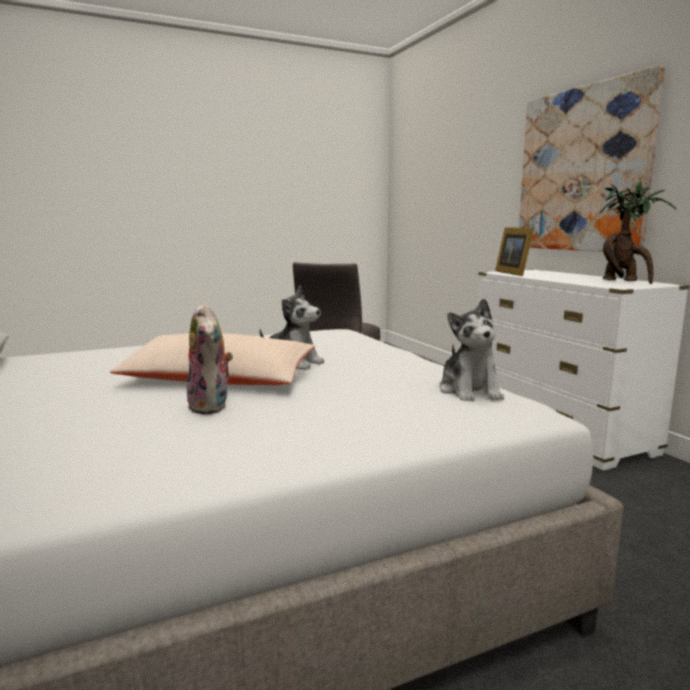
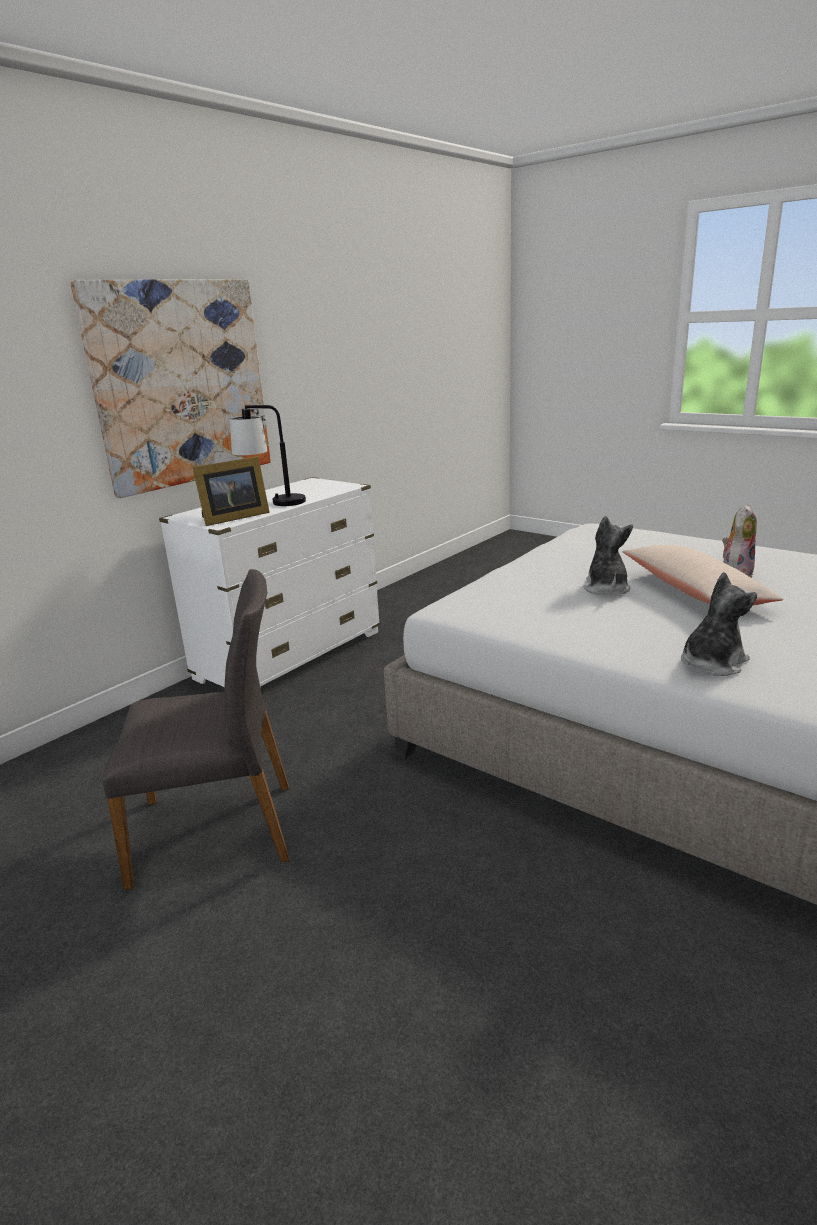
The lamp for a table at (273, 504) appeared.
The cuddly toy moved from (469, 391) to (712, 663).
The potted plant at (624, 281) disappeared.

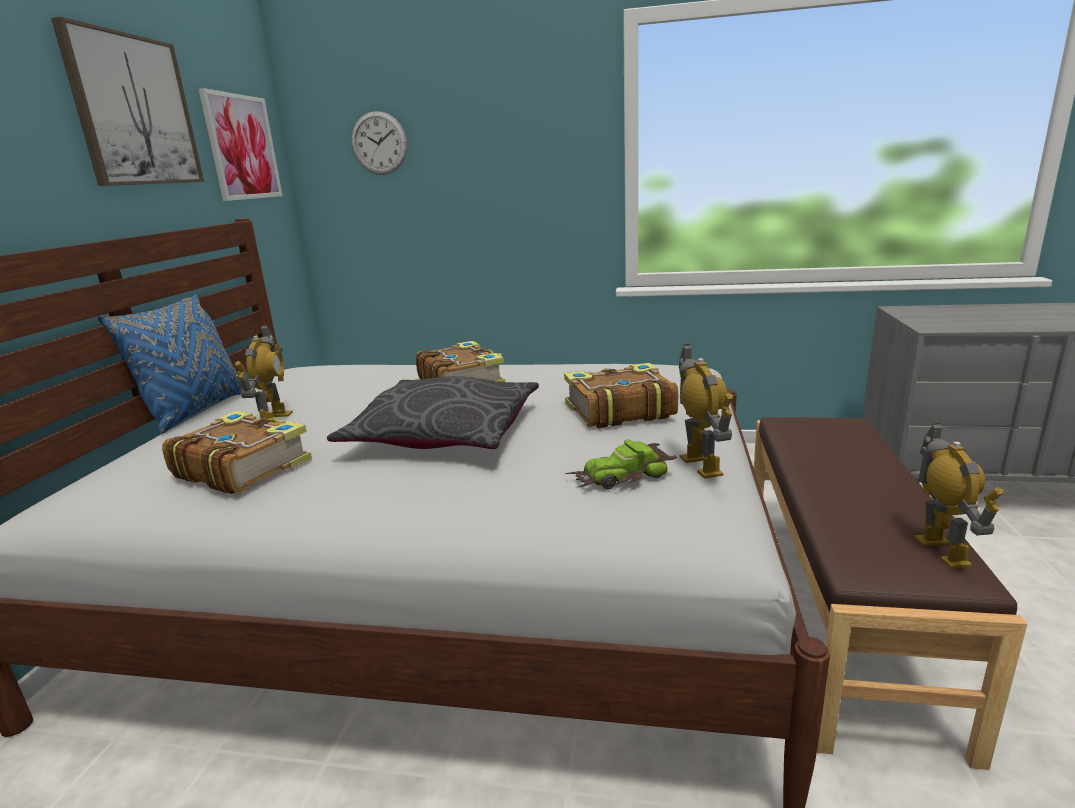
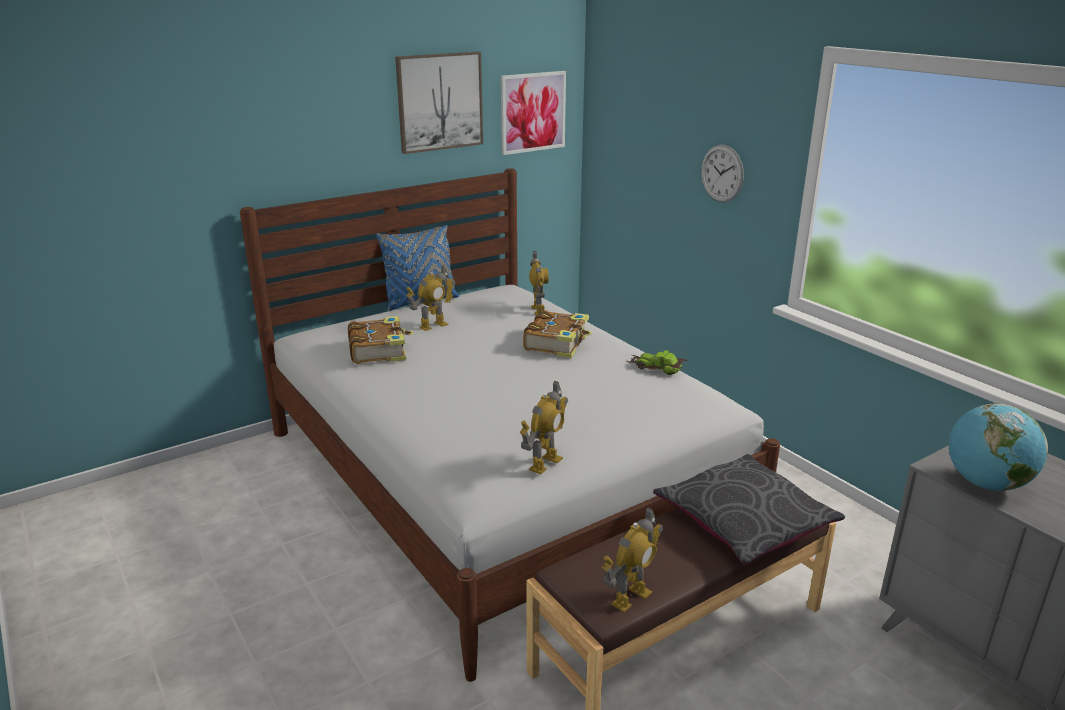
The toy robot at (538, 310) appeared.
The model car moved from (622, 476) to (656, 367).
The cushion in grey moved from (444, 433) to (744, 521).
The wall clock moved from (379, 143) to (722, 173).
The globe at (985, 484) appeared.
The volume at (618, 410) disappeared.

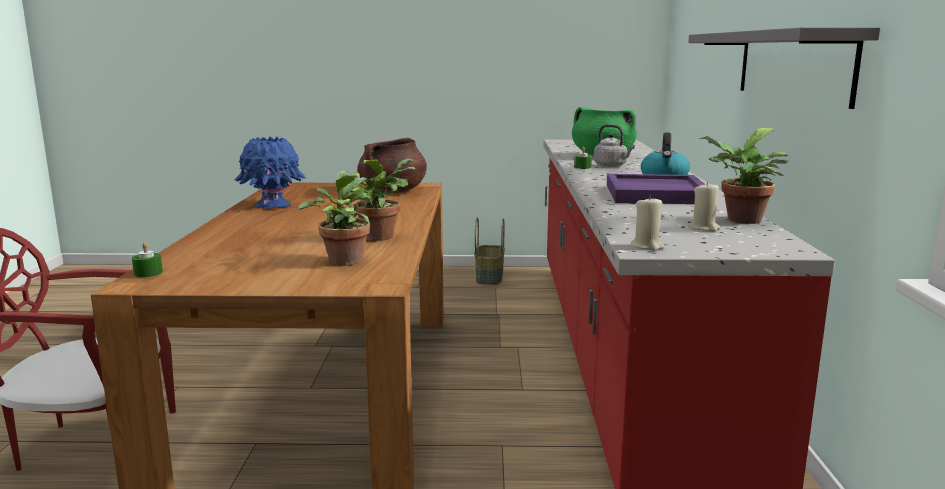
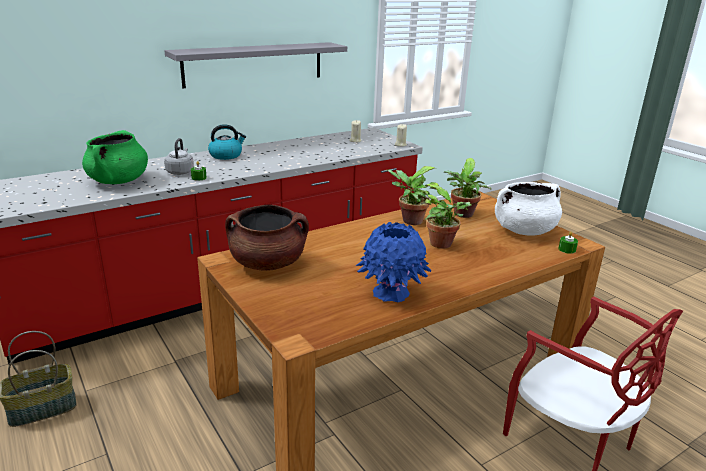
The potted plant moved from (740, 220) to (443, 244).
The cooking pot in white at (524, 231) appeared.
The tray in purple at (657, 194) disappeared.

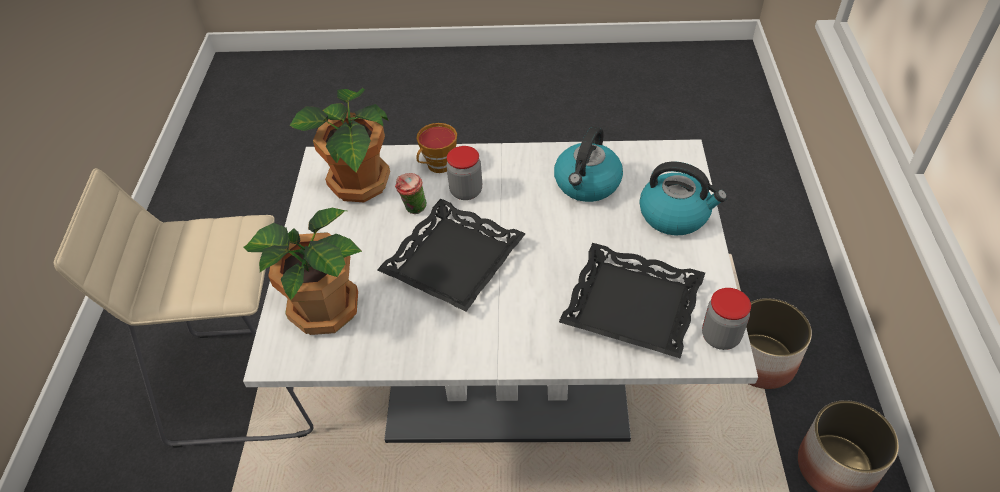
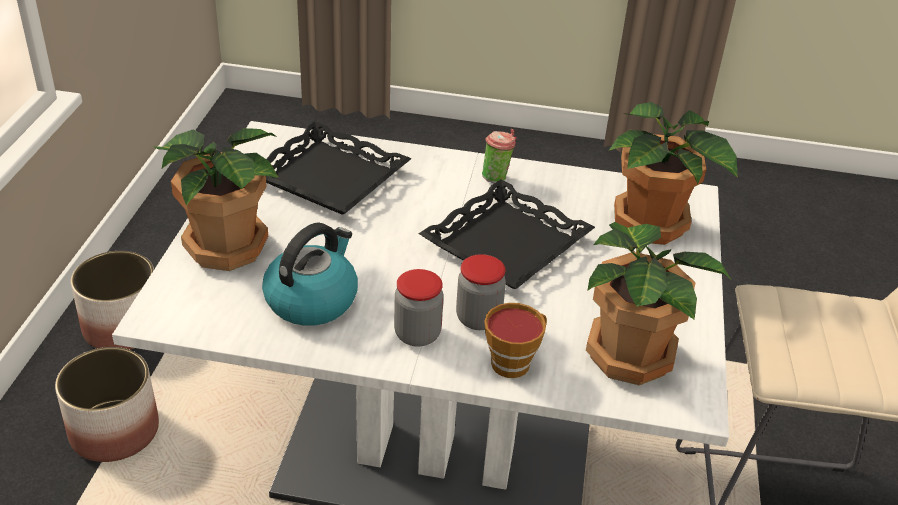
The water kettle at (675, 215) was replaced by the potted plant at (225, 246).
The preserve jar moved from (720, 337) to (417, 334).
The drinking cup moved from (413, 210) to (496, 177).

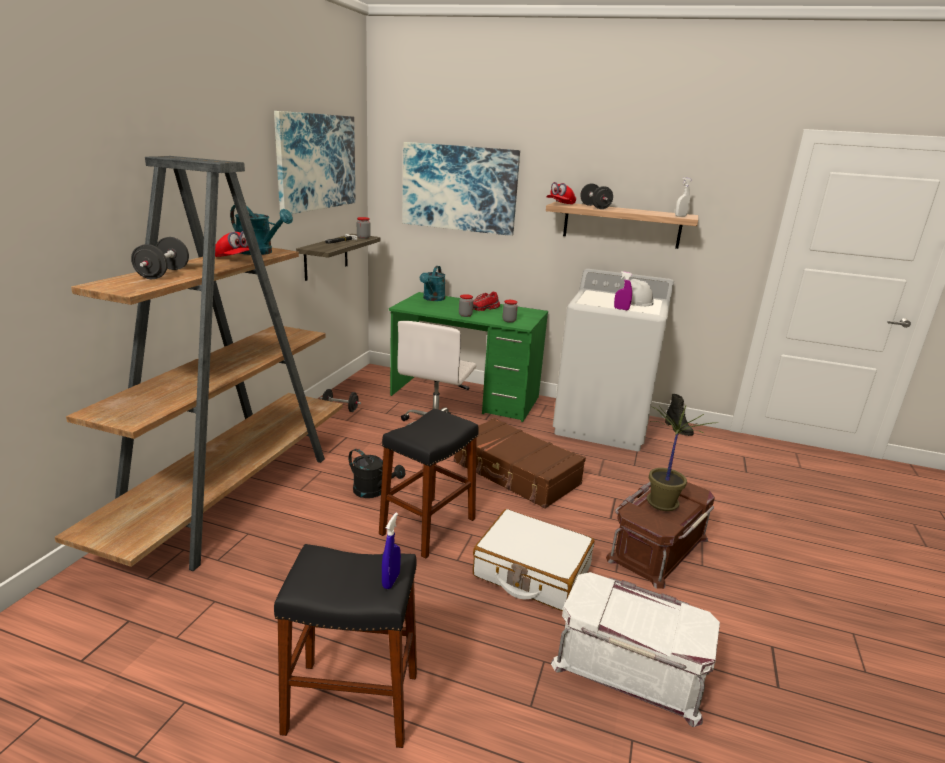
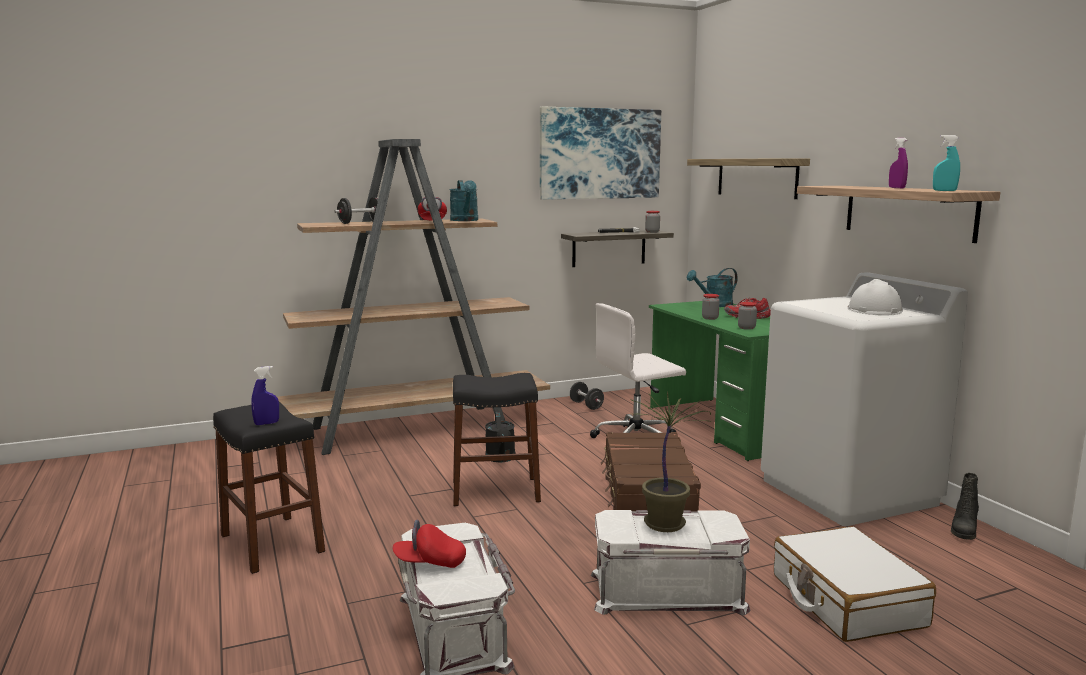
The cap in red-coloured moved from (560, 204) to (430, 562).
The storage container in brown-coloured at (657, 547) became the storage container in white at (667, 590).
The wall art at (459, 188) was replaced by the bracket shelf at (756, 177).
The suitcase in white moved from (531, 572) to (846, 601).
The hand sprayer in purple moved from (621, 309) to (896, 188).
The hand sprayer in white at (680, 216) became the hand sprayer in turquoise-coloured at (944, 190).
The dumbbell in blackish at (595, 207) disappeared.

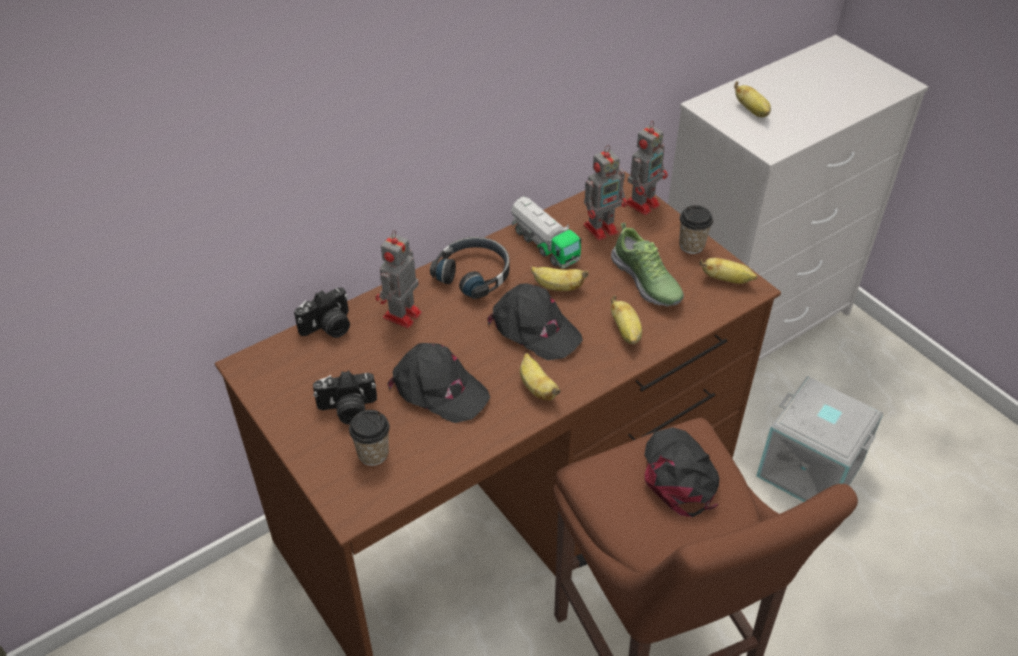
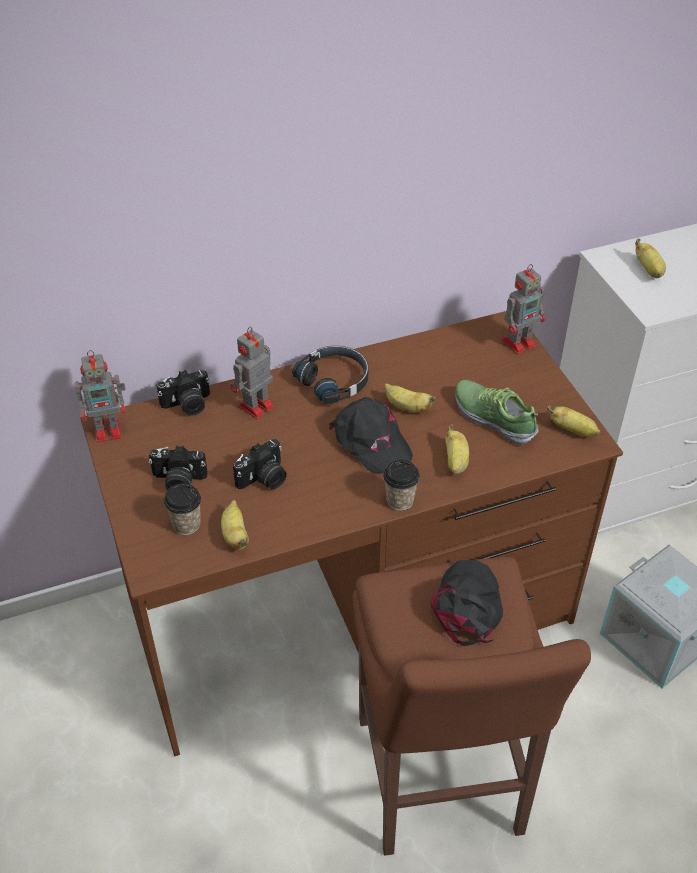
The toy robot moved from (602, 228) to (110, 429).
The banana moved from (536, 388) to (235, 535).
The cap in blackish at (438, 389) was replaced by the still camera at (264, 479).
The drinking cup moved from (691, 246) to (400, 500).
The shoe at (646, 281) turned 150 degrees clockwise.
The toy truck at (544, 244) disappeared.

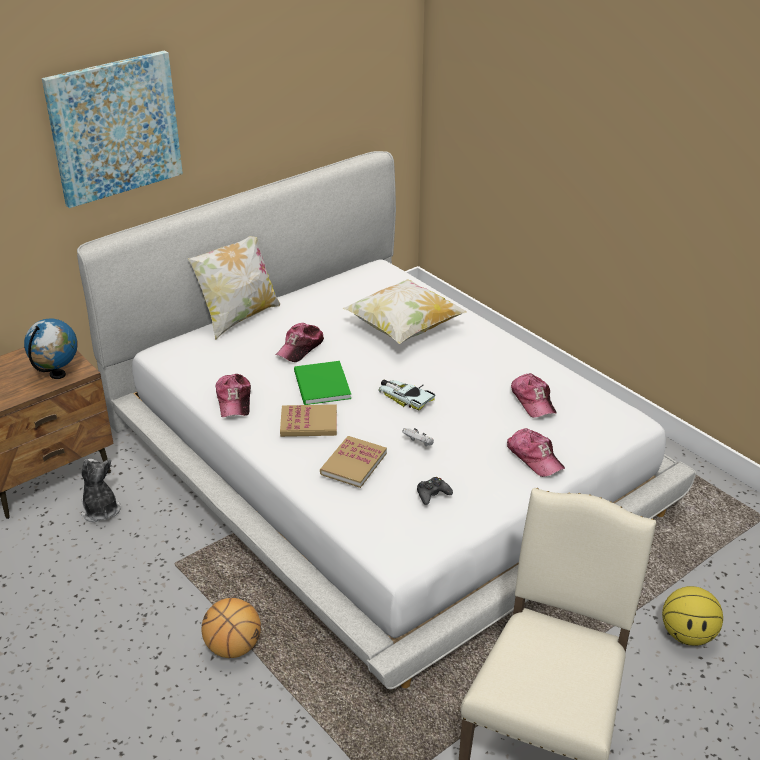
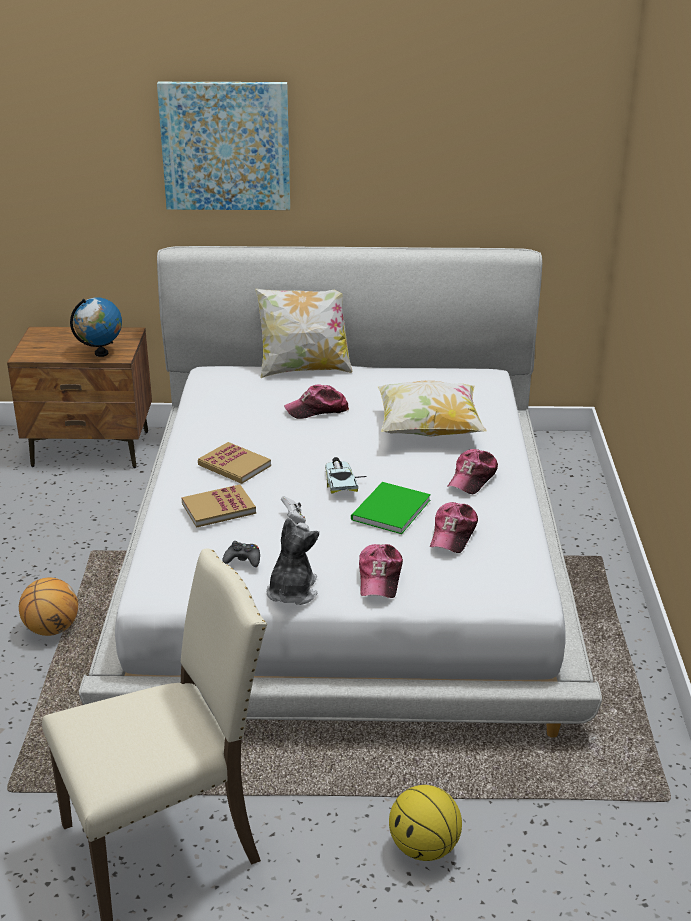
The cuddly toy moved from (100, 510) to (292, 591).
The volume in green-coloured moved from (321, 386) to (388, 510).
The cap moved from (234, 401) to (472, 478).

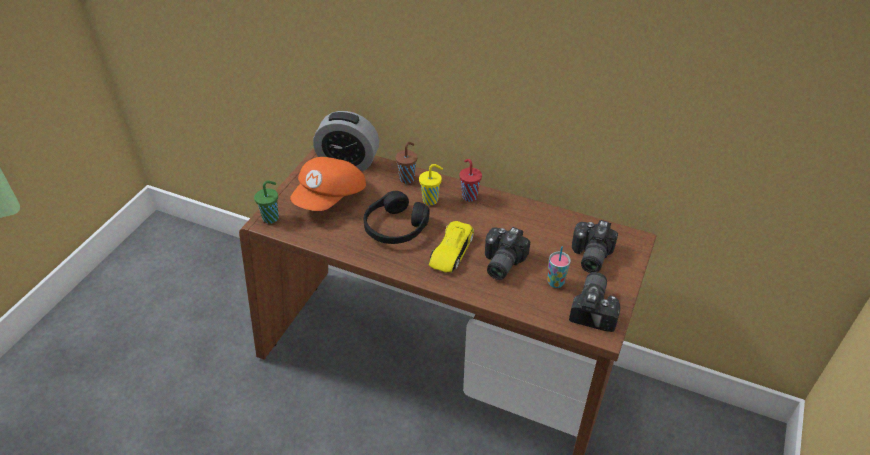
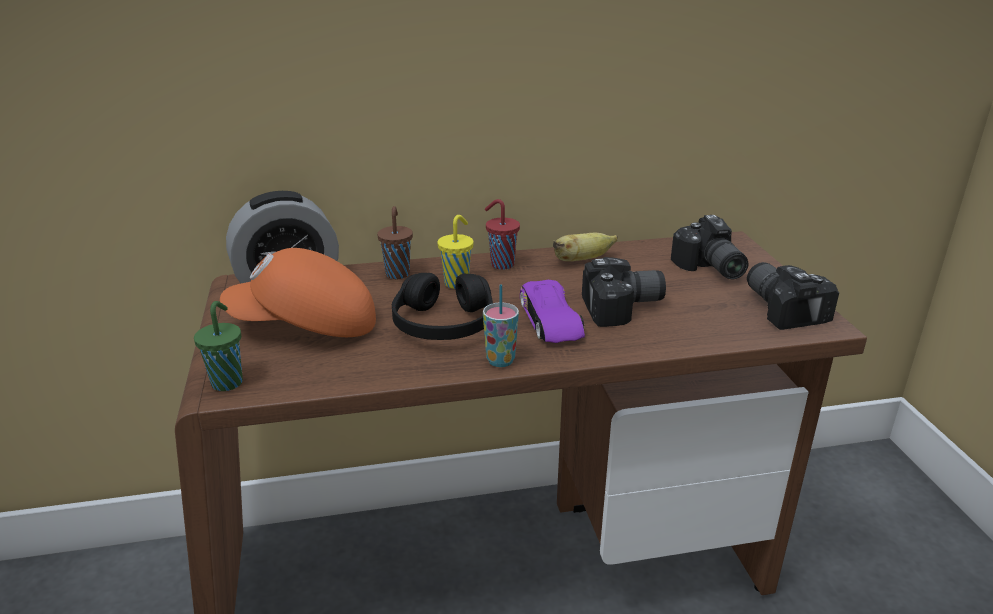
The cap in orangey at (330, 198) turned 90 degrees clockwise.
The drinking cup moved from (555, 282) to (500, 361).
The model car in yellowish at (451, 251) became the model car in purple at (551, 320).
The banana at (582, 260) appeared.
The still camera at (500, 262) turned 90 degrees counterclockwise.

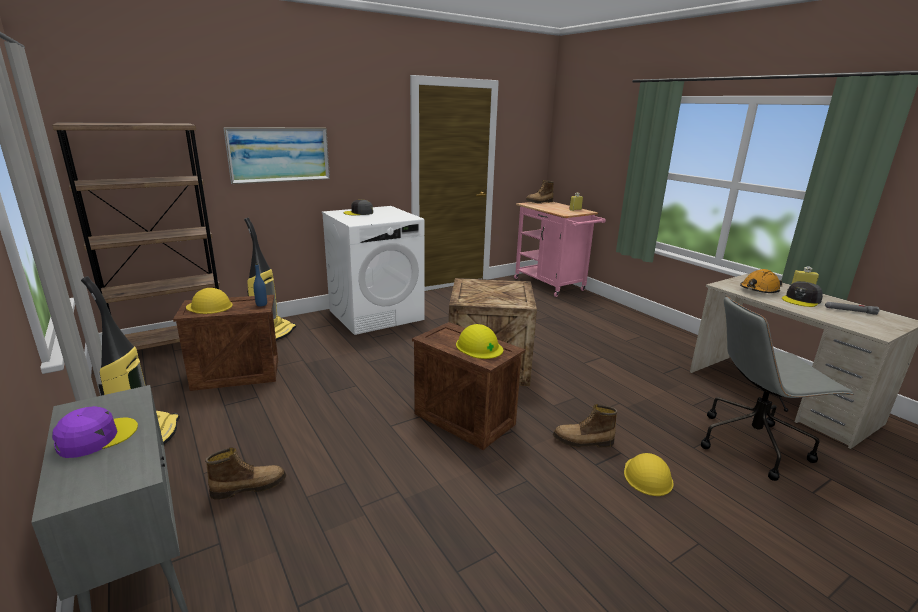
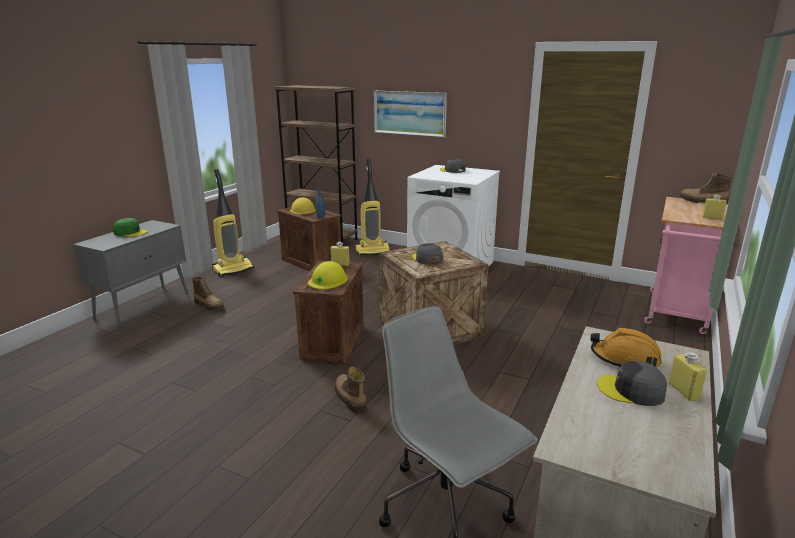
The cap in purple at (96, 437) became the cap in green-coloured at (130, 232).
The drink bottle in yellowish at (340, 264) appeared.
The cap in grey at (427, 258) appeared.
The work helmet in yellowish at (647, 476) disappeared.
The flashlight in grey at (850, 311) disappeared.

